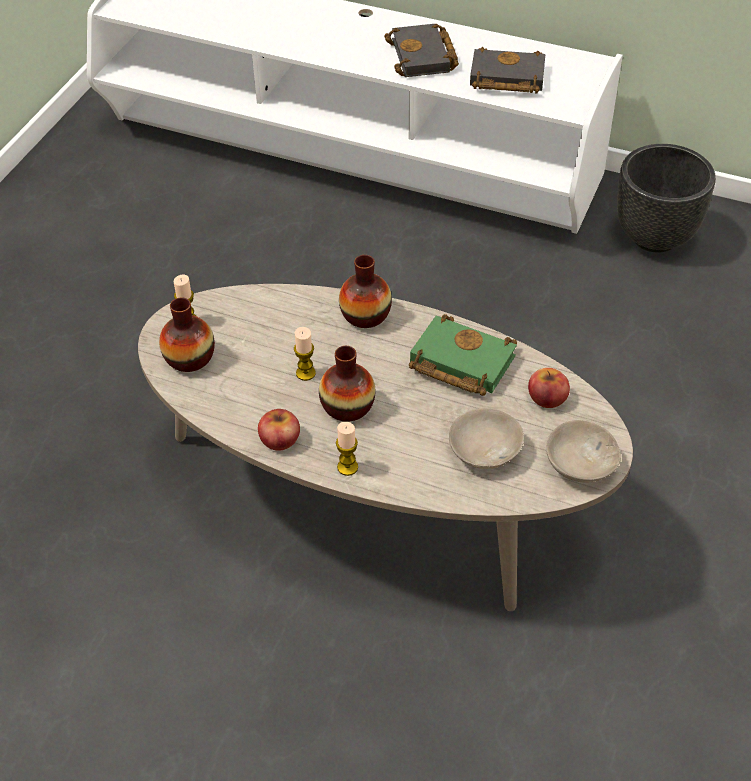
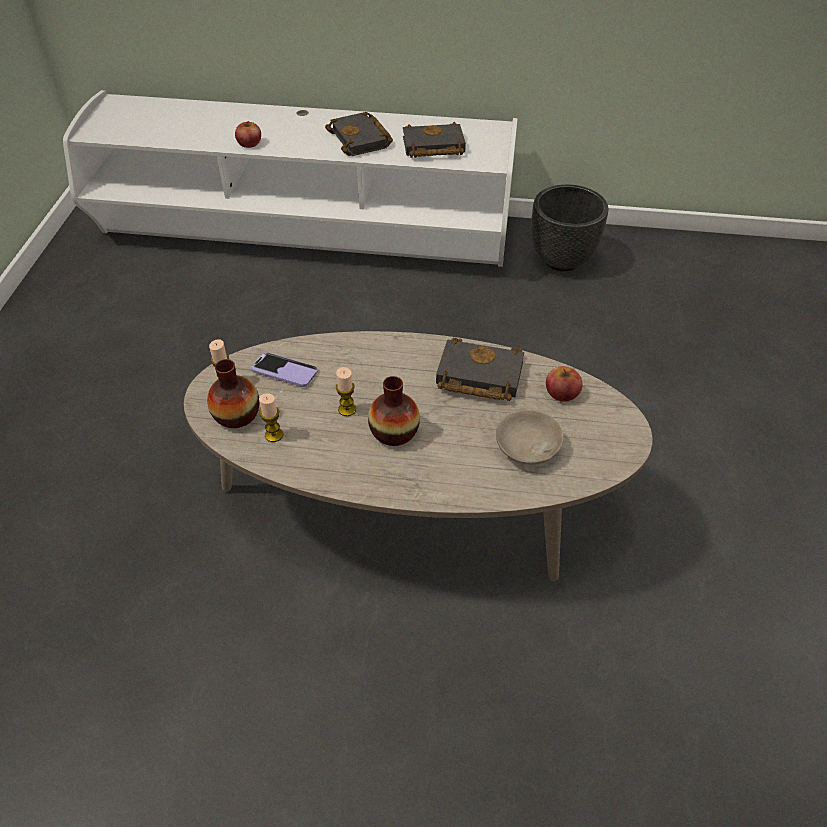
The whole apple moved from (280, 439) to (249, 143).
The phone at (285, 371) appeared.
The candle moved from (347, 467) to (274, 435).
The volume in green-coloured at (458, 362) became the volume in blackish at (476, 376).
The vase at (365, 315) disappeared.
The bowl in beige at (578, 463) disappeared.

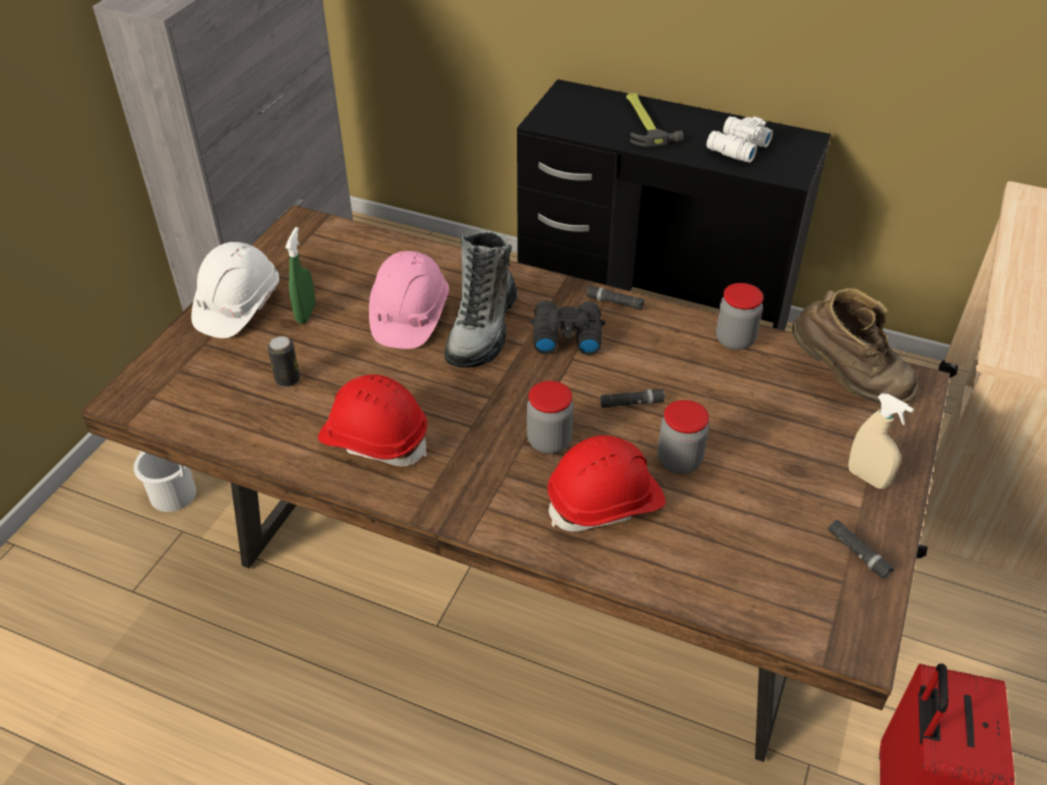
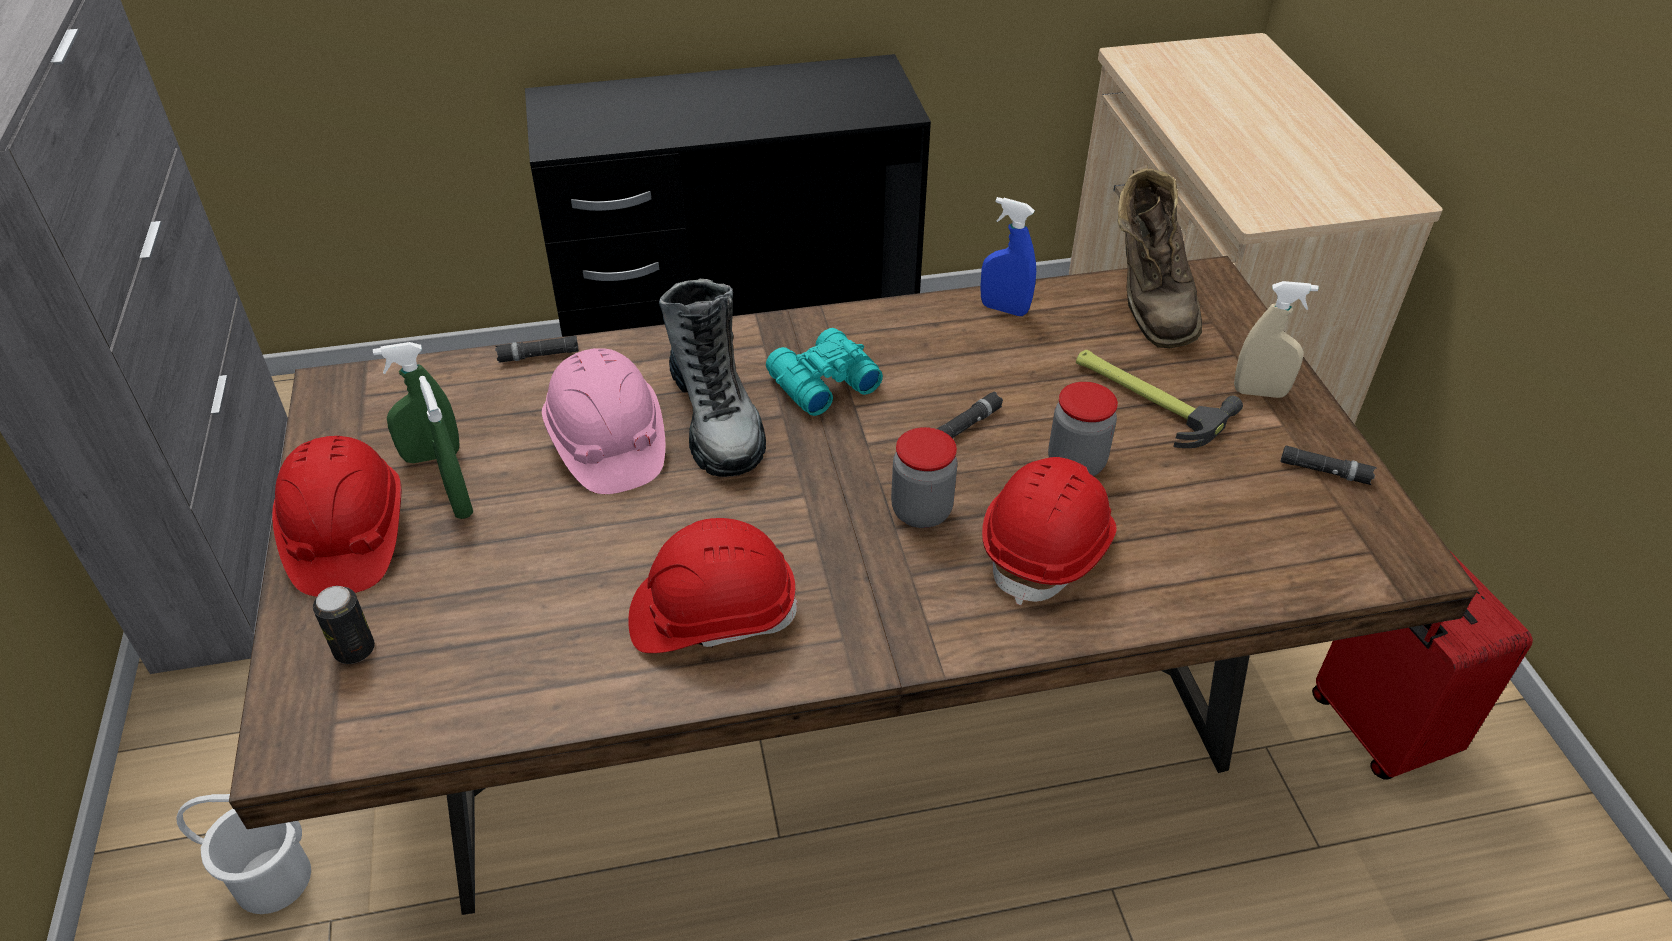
The work helmet in white at (238, 306) became the work helmet in red-coloured at (346, 537).
The can moved from (287, 379) to (354, 649).
The hand sprayer in green-coloured at (431, 456) appeared.
The flashlight in blackish moved from (614, 302) to (538, 355).
The pair of binoculars in blackish at (565, 335) became the pair of binoculars in turquoise-coloured at (820, 383).
The preserve jar at (735, 340) was replaced by the hand sprayer in blue at (1004, 309).
The hand hammer moved from (644, 122) to (1146, 397).
The high-top boot in brown-coloured at (846, 381) turned 90 degrees clockwise.
The pair of binoculars in white at (736, 148) disappeared.

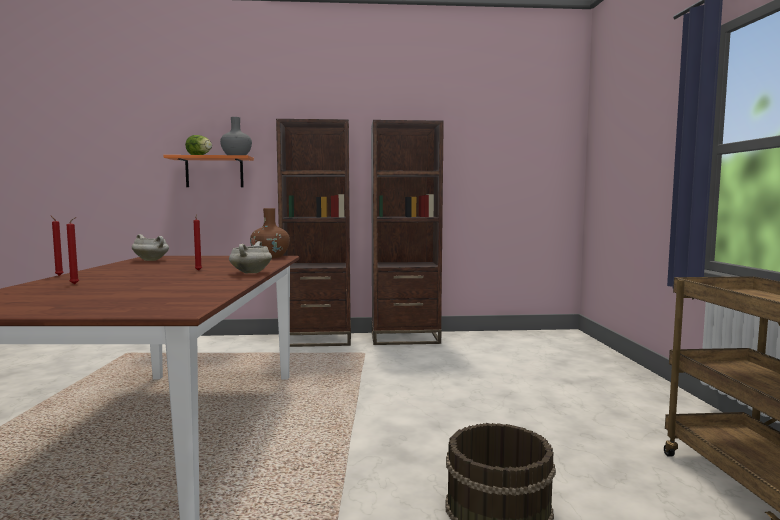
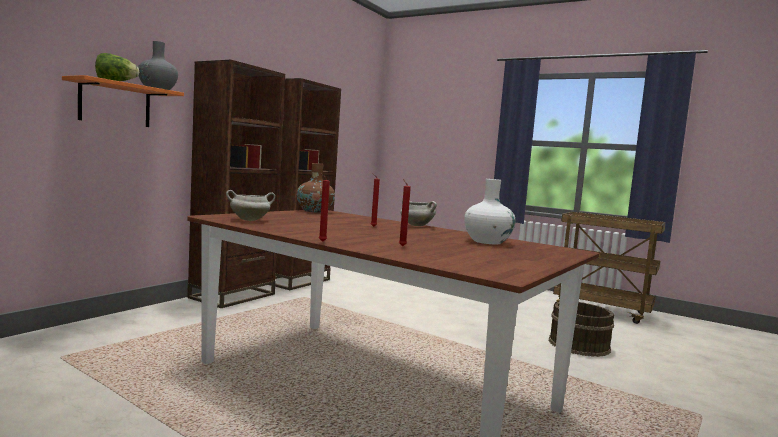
The vase in white at (487, 242) appeared.

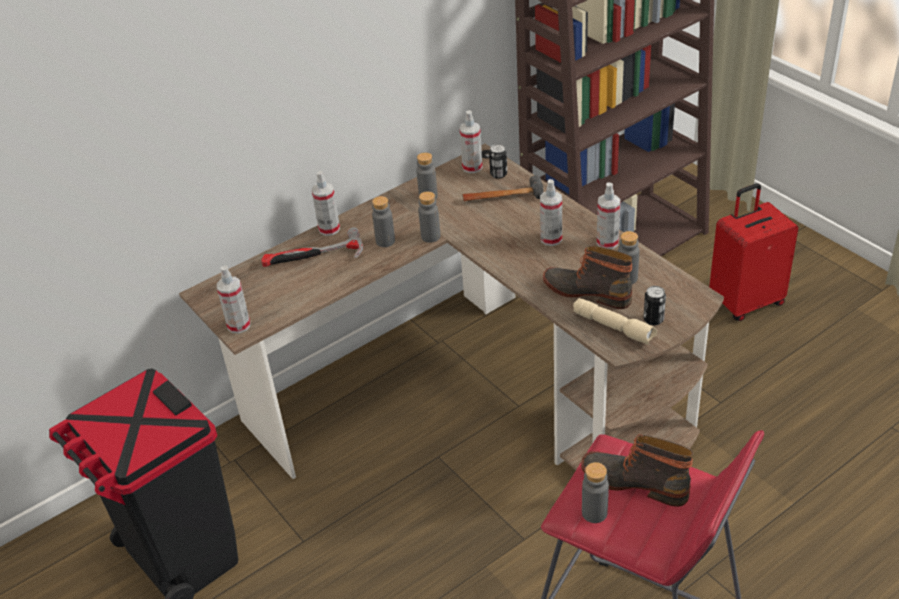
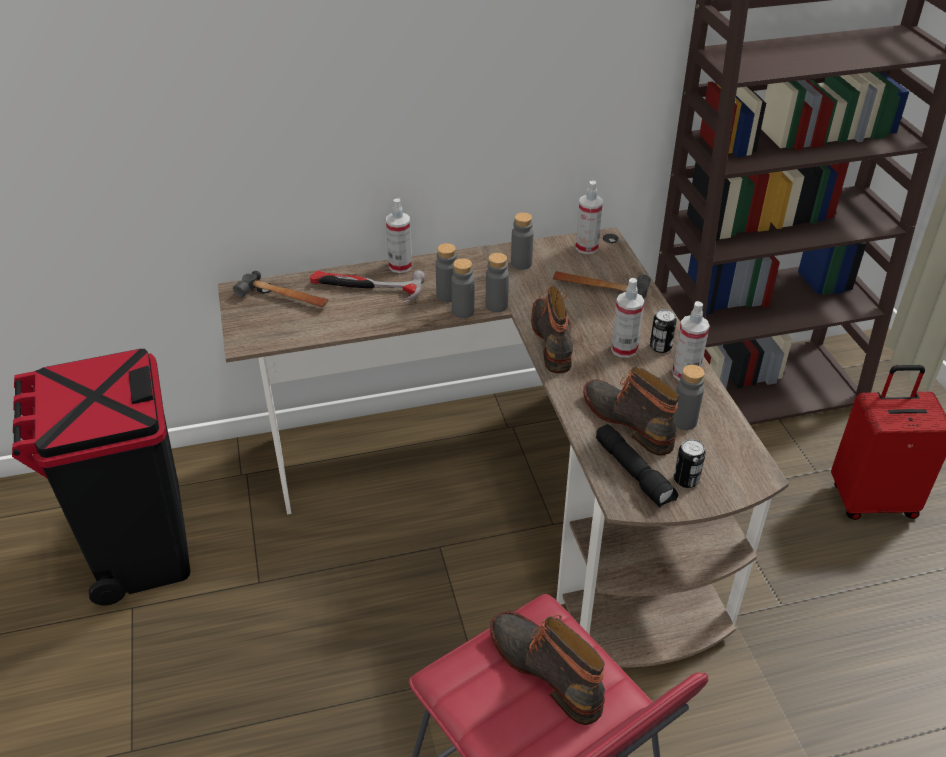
The hand hammer at (283, 298) appeared.
The drink bottle in grey moved from (594, 513) to (463, 311).
The high-top boot at (554, 340) appeared.
The flashlight in beige at (614, 327) became the flashlight in blackish at (634, 473).
The can moved from (498, 174) to (660, 347).
The hand sprayer at (239, 325) disappeared.

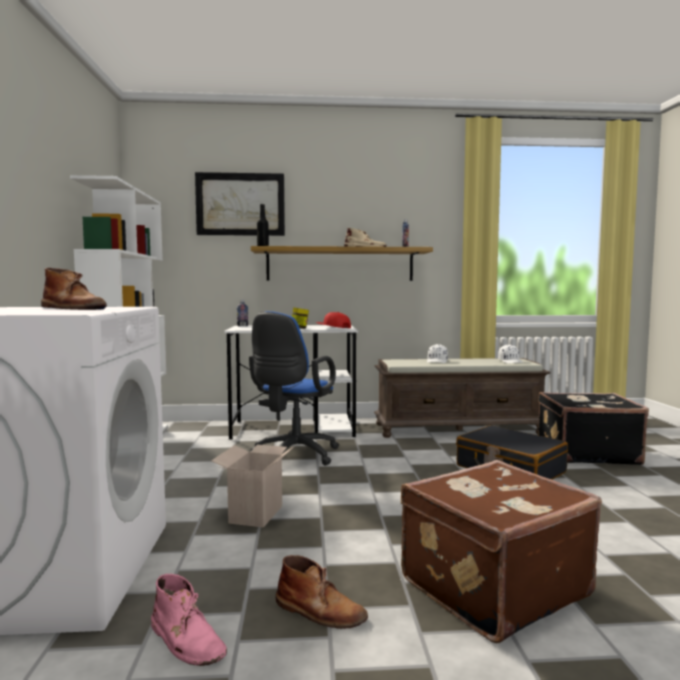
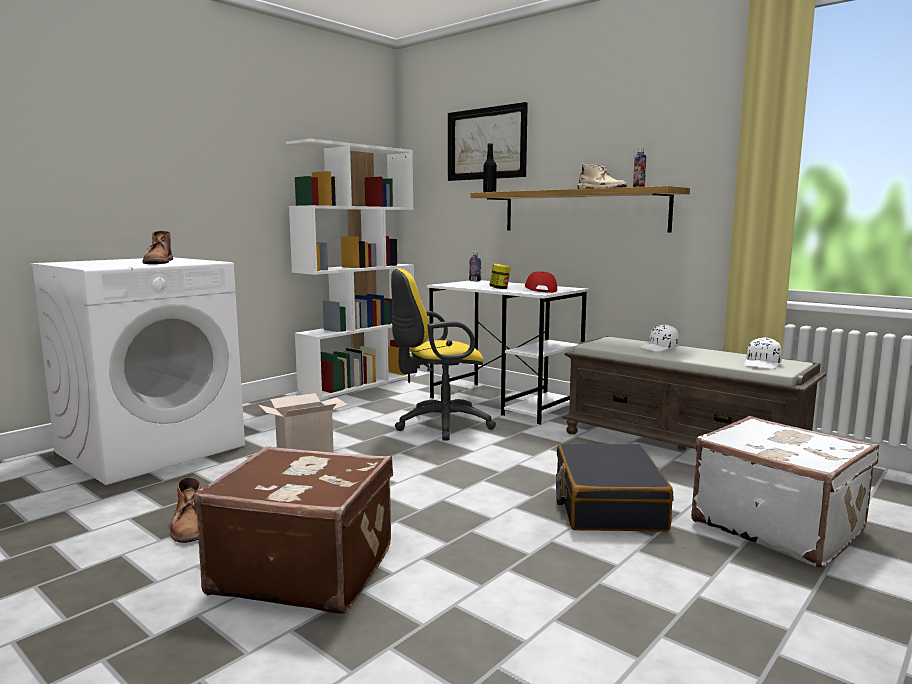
The desk chair in blue at (293, 456) became the desk chair in yellowish at (439, 425).
The suitcase in blackish at (585, 453) became the suitcase in white at (777, 526).
The high-top boot in pinkish at (187, 640) disappeared.

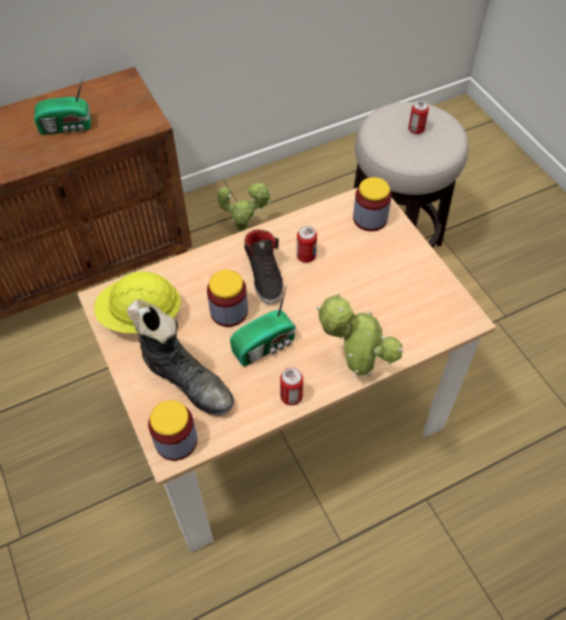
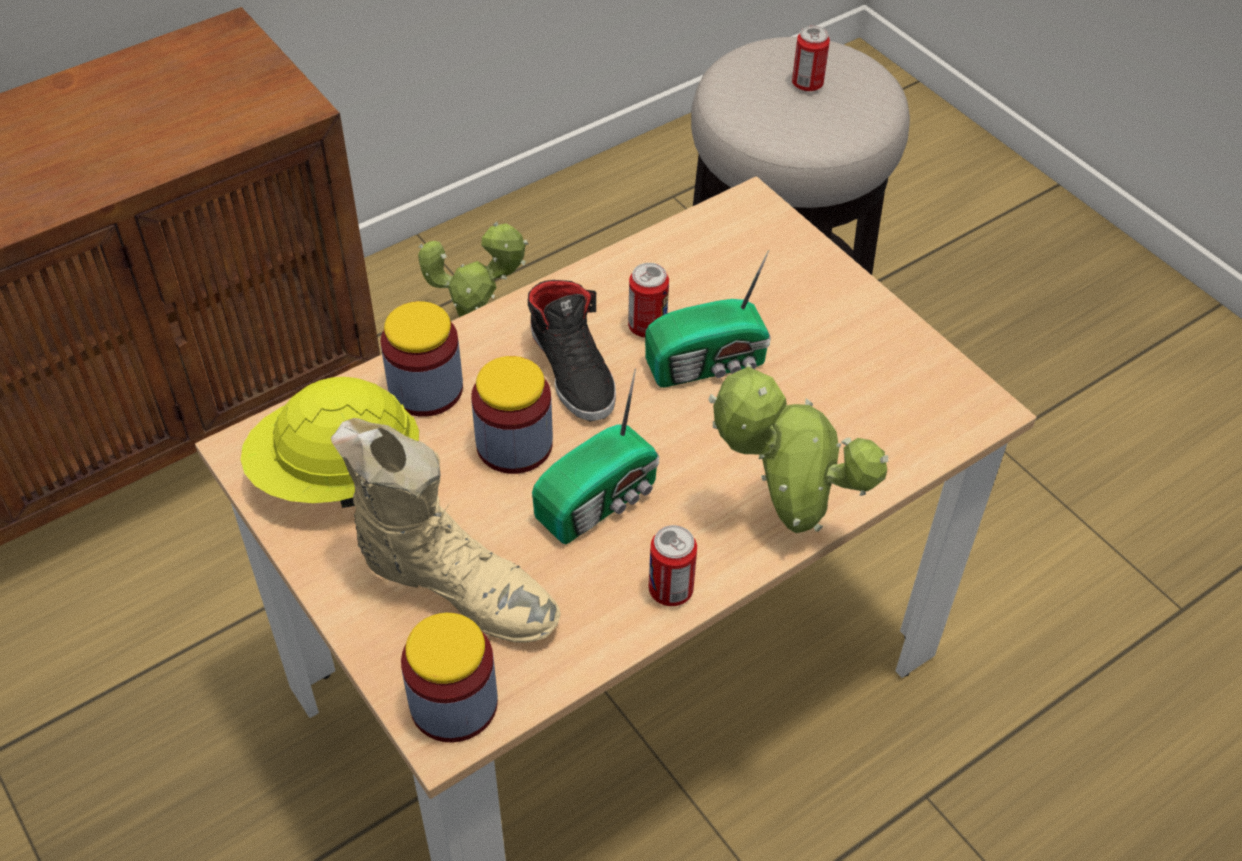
The high-top boot in blackish at (188, 382) became the high-top boot in beige at (456, 587).
The preserve jar moved from (370, 218) to (426, 389).
The radio set moved from (67, 127) to (709, 364).

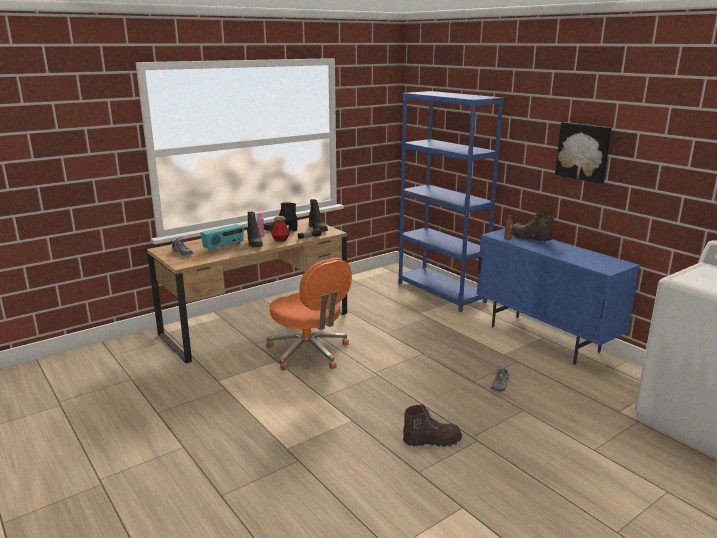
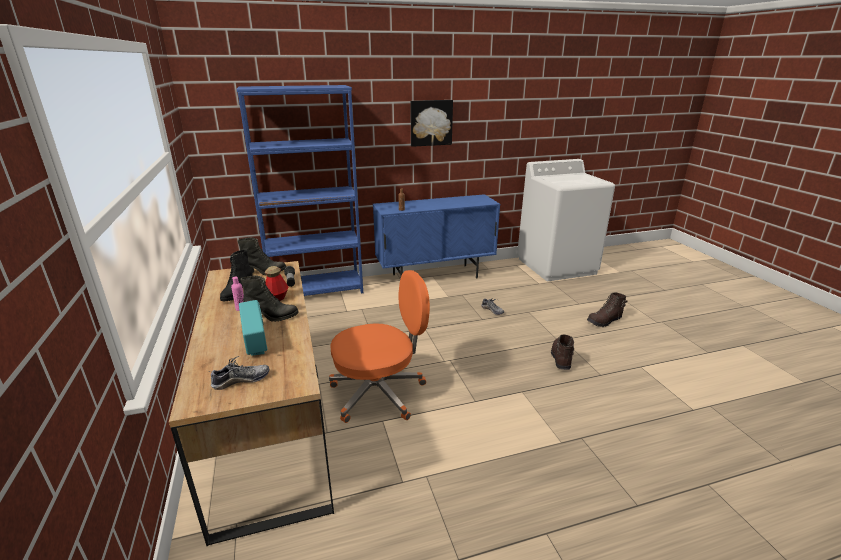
The high-top boot in brown-coloured moved from (530, 238) to (604, 321).

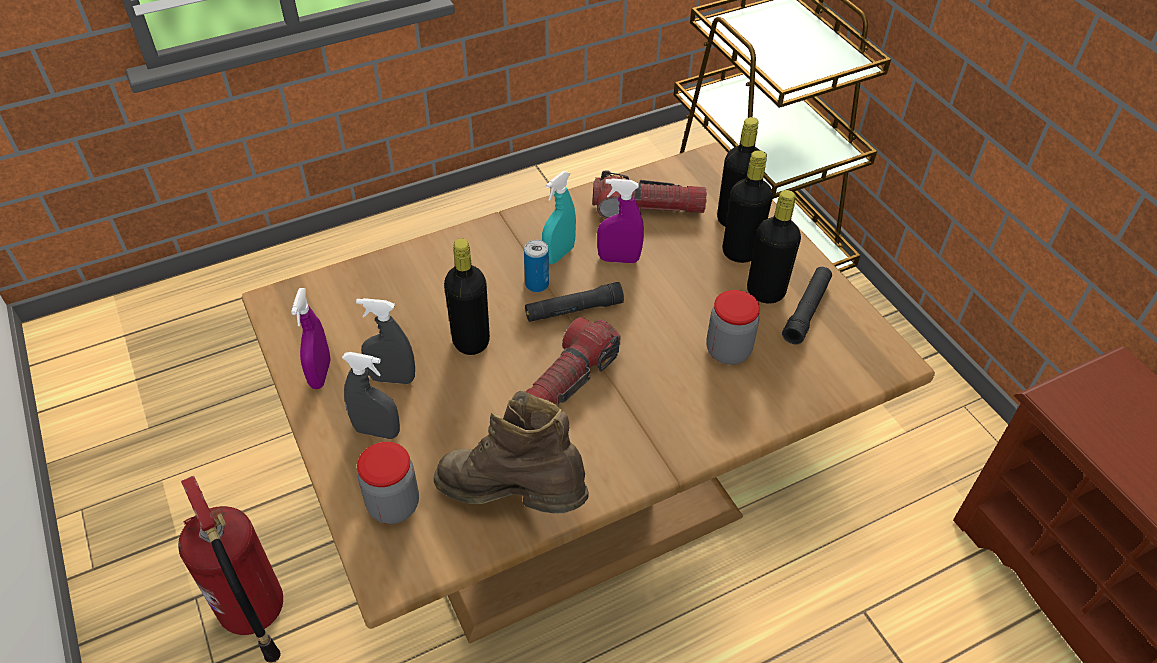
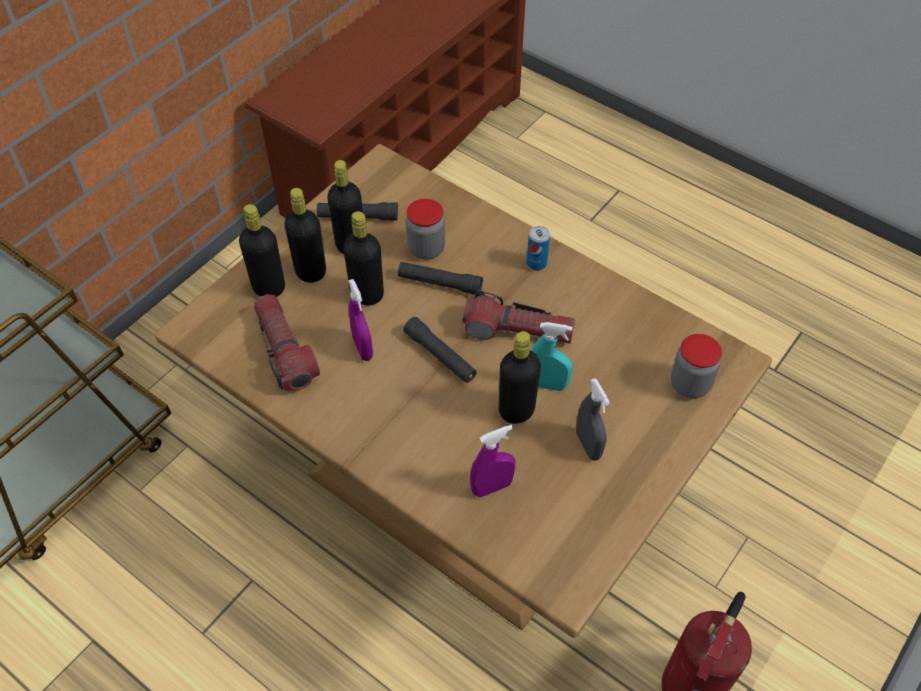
The drink bottle in blackish at (367, 294) appeared.
The flashlight in blackish at (439, 283) appeared.
The hand sprayer in purple moved from (320, 374) to (492, 487).
The can moved from (537, 284) to (536, 263).
The hand sprayer in turquoise-coloured moved from (559, 254) to (547, 384).
The hand sprayer in grey at (377, 431) disappeared.
The high-top boot in brown-coloured at (513, 497) disappeared.

